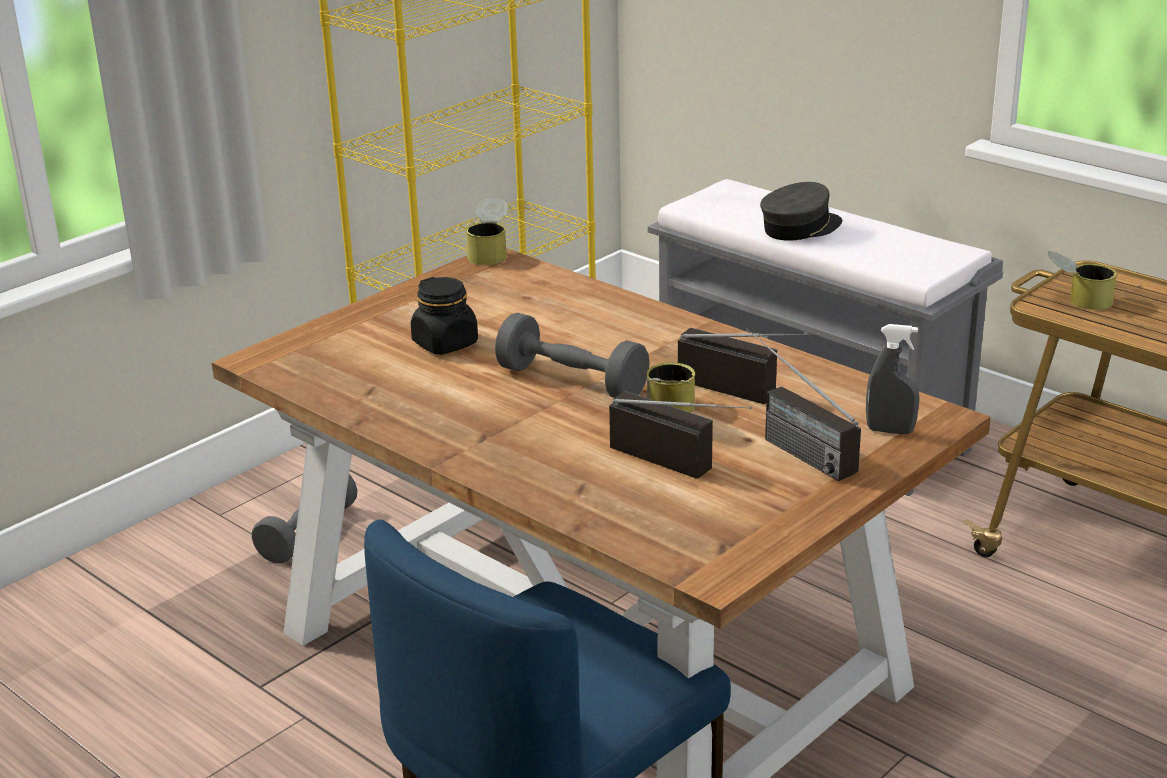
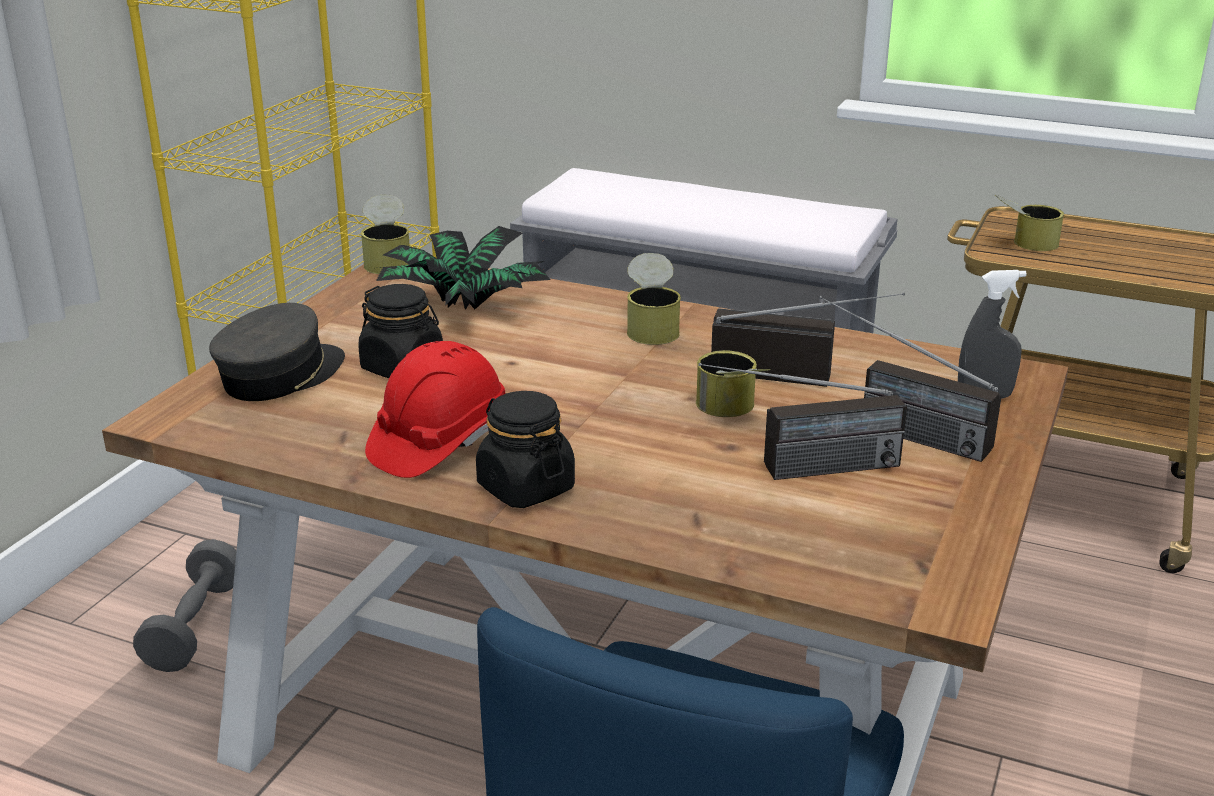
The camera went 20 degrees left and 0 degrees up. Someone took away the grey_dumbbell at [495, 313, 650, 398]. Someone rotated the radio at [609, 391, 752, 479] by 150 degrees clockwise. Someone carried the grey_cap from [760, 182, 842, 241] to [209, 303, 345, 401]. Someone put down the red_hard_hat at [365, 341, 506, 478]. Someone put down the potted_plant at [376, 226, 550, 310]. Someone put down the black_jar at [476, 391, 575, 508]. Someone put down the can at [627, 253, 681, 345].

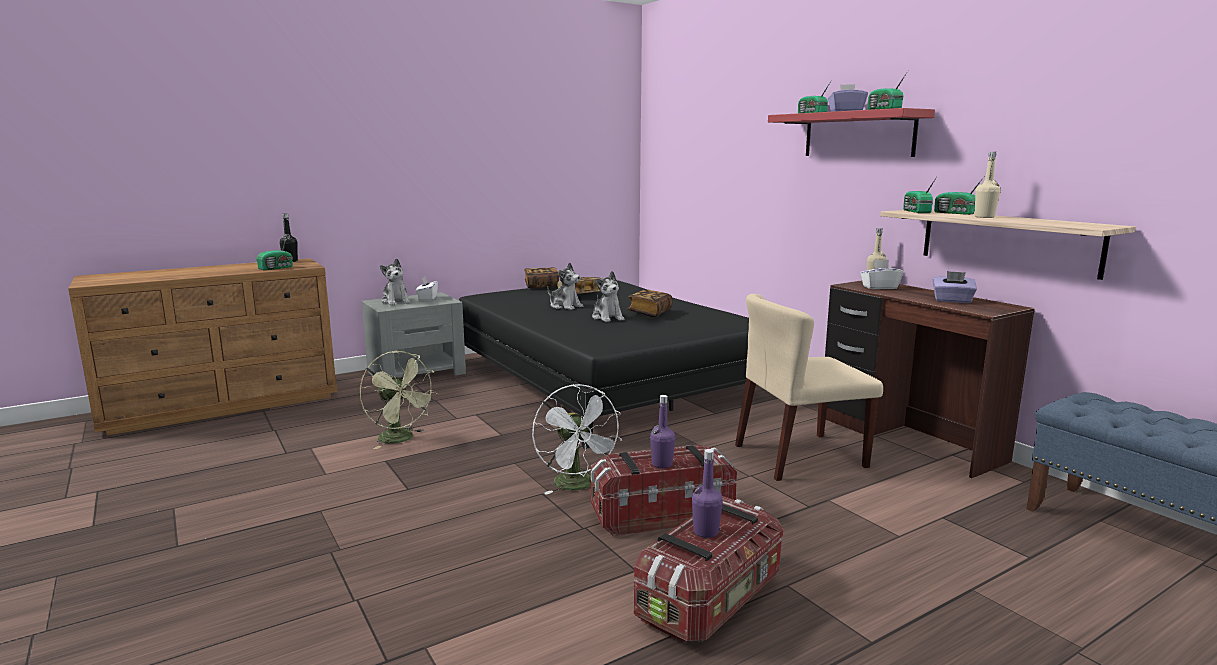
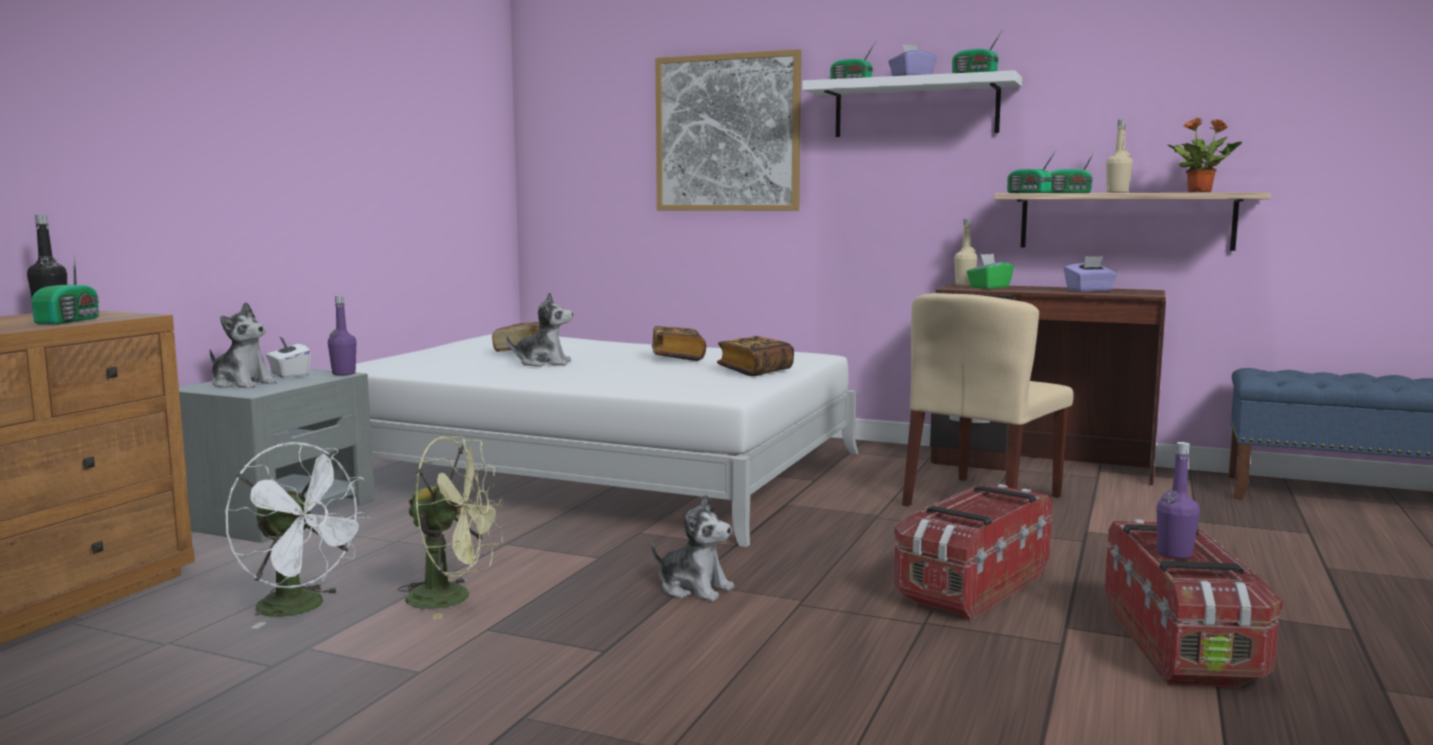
The camera went 35 degrees left and 5 degrees down. Someone repainted the black_bed at [459, 280, 749, 449], which became the white_bed at [330, 334, 859, 547]. Someone carried the book from [524, 267, 559, 288] to [717, 336, 794, 376]. Someone carried the white_fan from [532, 384, 622, 495] to [225, 442, 371, 629]. Someone carried the plush_toy from [592, 271, 624, 322] to [651, 494, 734, 601]. Someone carried the purple_bottle from [650, 395, 675, 468] to [328, 296, 356, 375]. Someone repainted the red_shelf at [768, 108, 935, 157], which became the white_shelf at [802, 70, 1022, 137]. Someone repainted the white_tissue_box at [860, 260, 903, 289], which became the green_tissue_box at [966, 254, 1014, 289]. Someone put up the picture at [655, 49, 801, 211]. Someone put down the potted_plant at [1168, 117, 1242, 193].

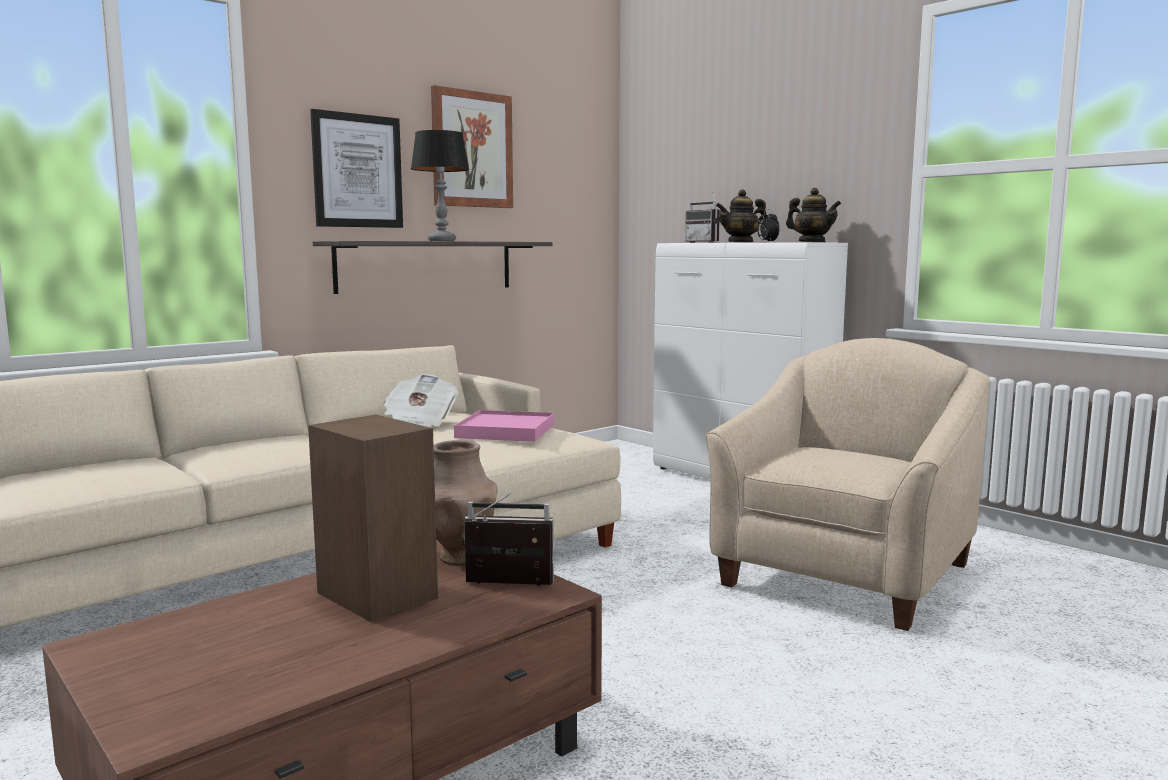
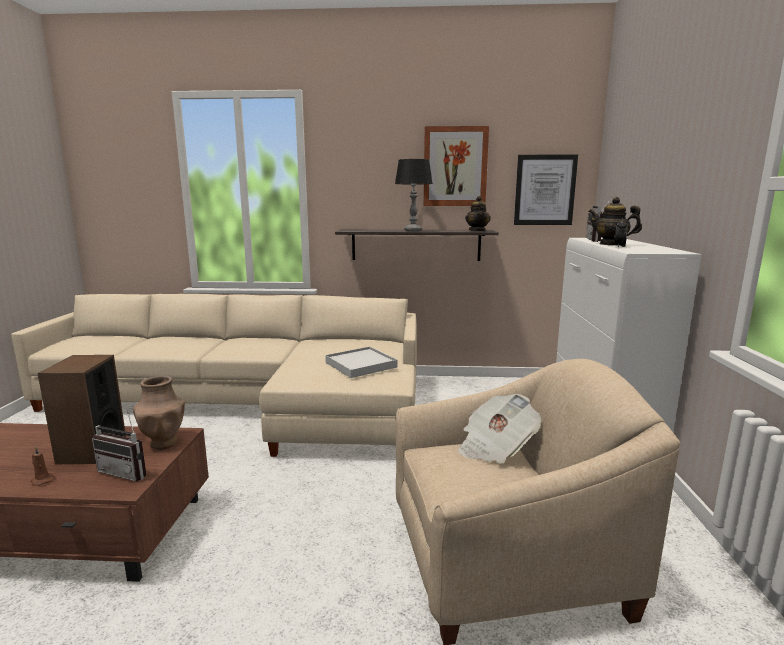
The camera went 45 degrees right and 5 degrees up. Someone carried the picture from [310, 109, 403, 228] to [514, 154, 578, 225]. Someone carried the newspaper from [383, 374, 459, 427] to [458, 394, 541, 464]. Someone repainted the pink_tray at [454, 410, 555, 442], which became the white_tray at [325, 346, 397, 378]. Someone rotated the radio at [462, 492, 554, 586] by 150 degrees clockwise. Someone carried the teapot from [786, 188, 841, 242] to [465, 196, 491, 231]. Someone put down the brown_candle at [31, 447, 55, 486].

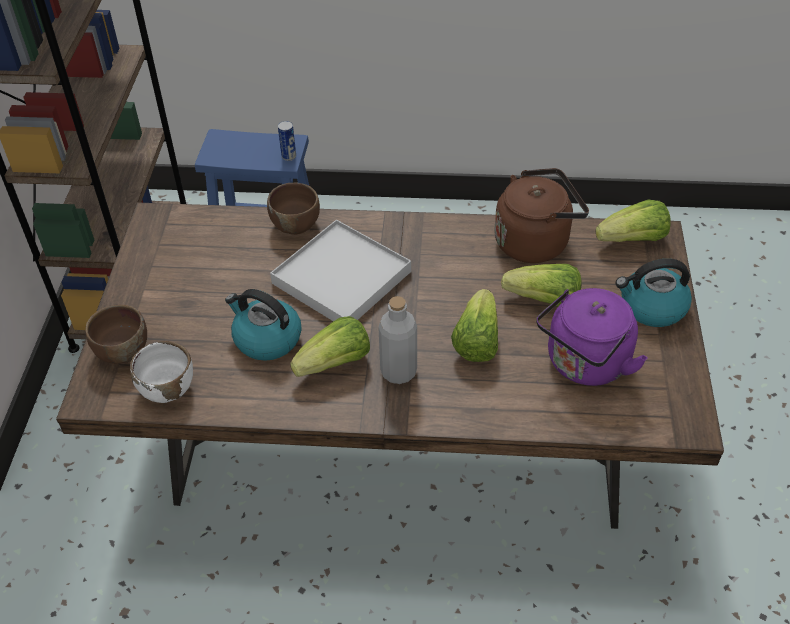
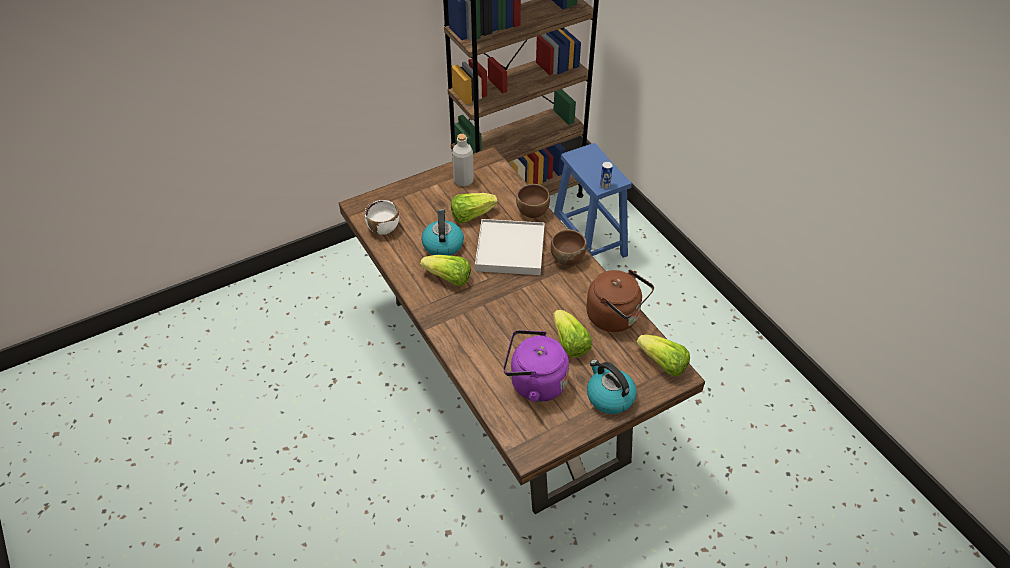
The camera went 55 degrees right and 0 degrees up. Someone carried the brown_bowl from [85, 305, 147, 364] to [551, 229, 587, 266]. Someone carried the grey_bottle from [378, 296, 417, 384] to [452, 134, 474, 187]. Someone carried the lettuce from [451, 289, 498, 362] to [451, 193, 498, 223].

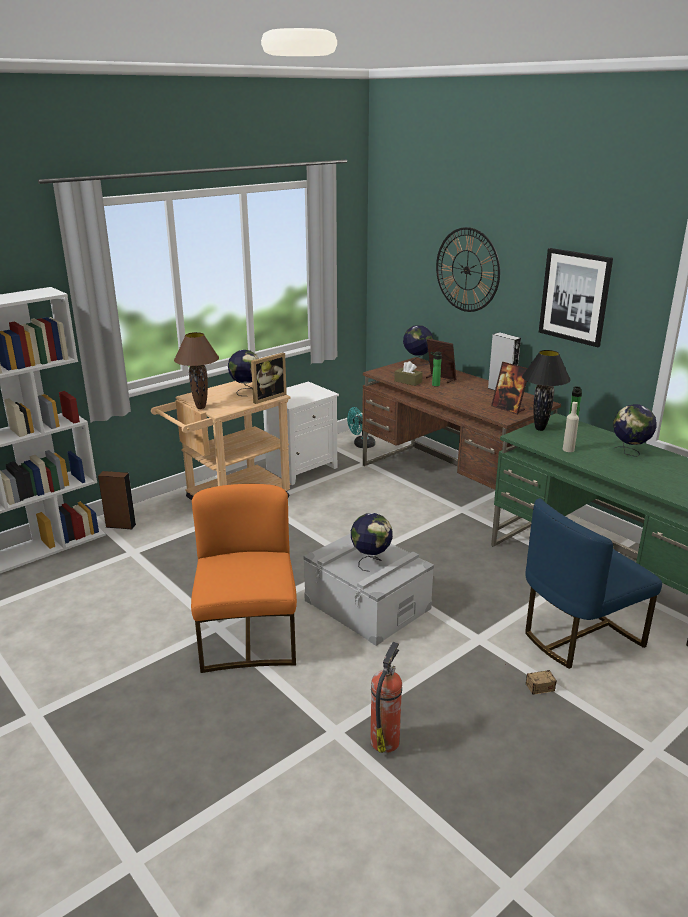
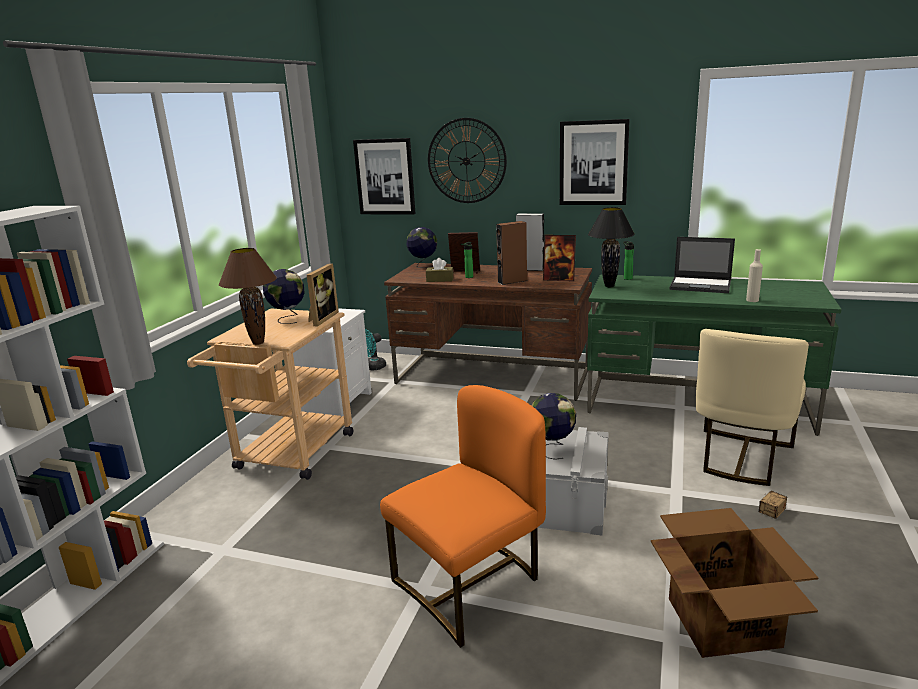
The camera went 30 degrees left and 5 degrees down. Someone carried the brown_speaker from [98, 471, 136, 529] to [496, 221, 527, 285]. Someone rotated the orange_chair at [191, 484, 297, 673] by 90 degrees clockwise. Someone swapped the fire_extinguisher at [370, 642, 402, 753] for the cardboard_box at [651, 508, 819, 658]. Someone repainted the blue_chair at [525, 498, 662, 669], which became the beige_chair at [696, 329, 809, 486]. Someone carried the beige_bottle from [563, 402, 579, 452] to [746, 249, 763, 302]. Someone swapped the globe at [613, 404, 656, 457] for the laptop at [669, 237, 735, 293]. Someone put up the picture at [353, 138, 416, 215].

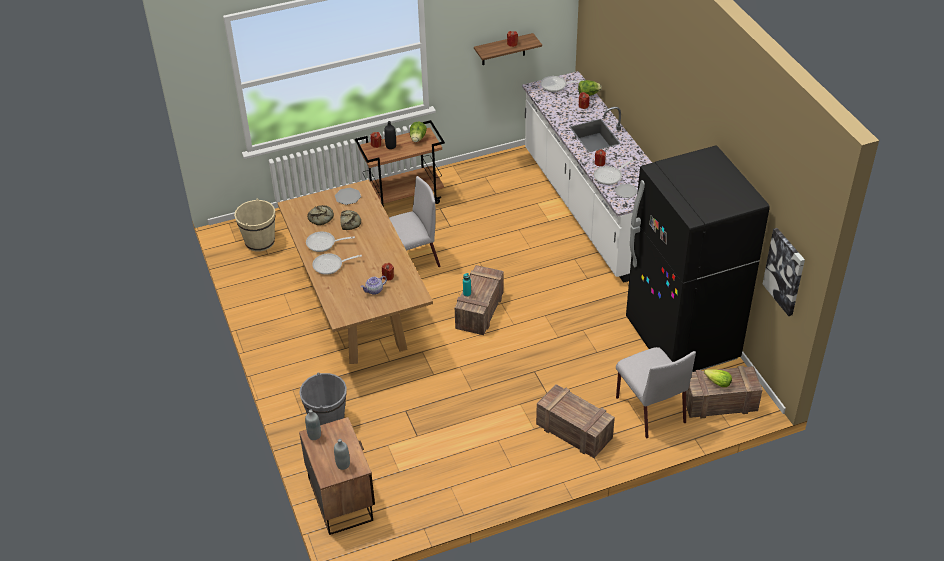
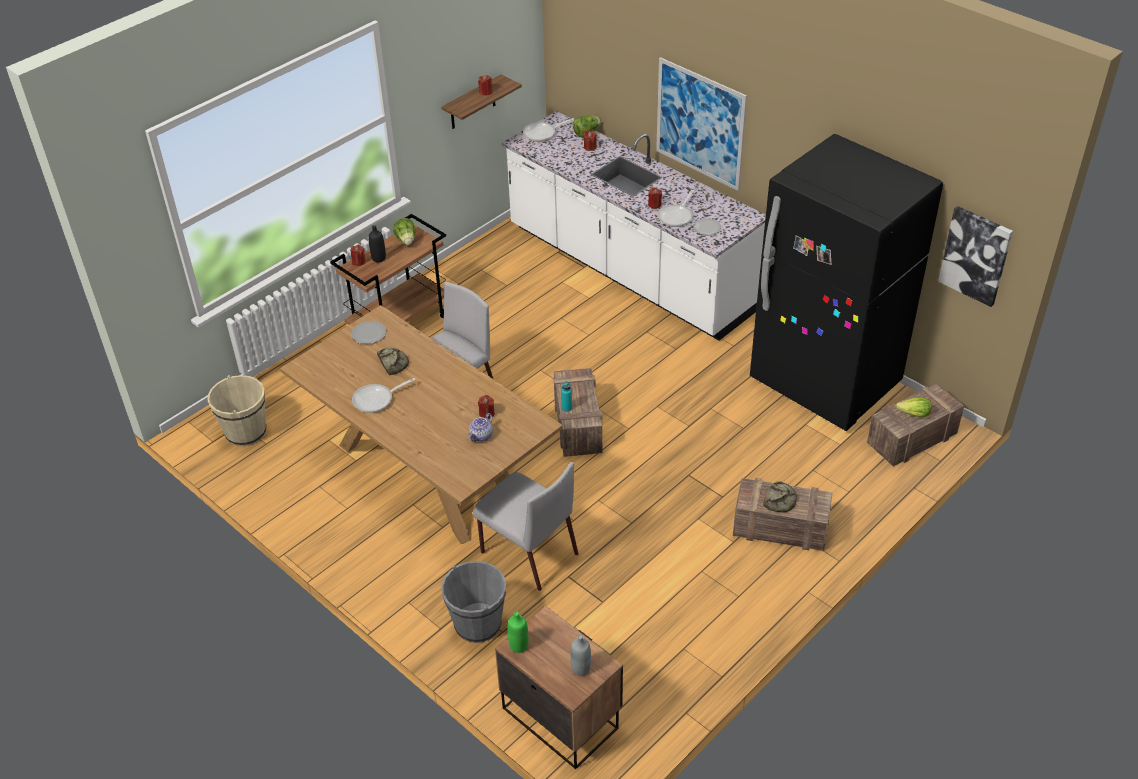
The camera went 25 degrees left and 0 degrees up. Someone repainted the grey_bottle at [305, 409, 321, 440], which became the green_bottle at [508, 611, 529, 653]. Someone carried the bread from [307, 205, 334, 225] to [763, 481, 797, 512]. Someone took away the frying_pan at [312, 253, 362, 275]. Someone carried the grey_chair from [616, 347, 696, 438] to [473, 462, 579, 591]. Someone put up the picture at [656, 57, 747, 191].

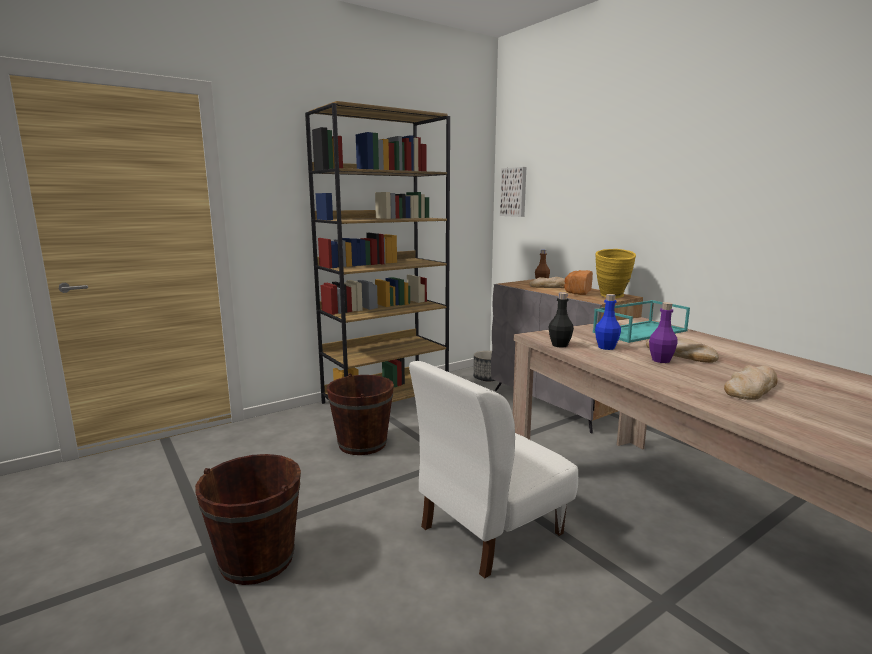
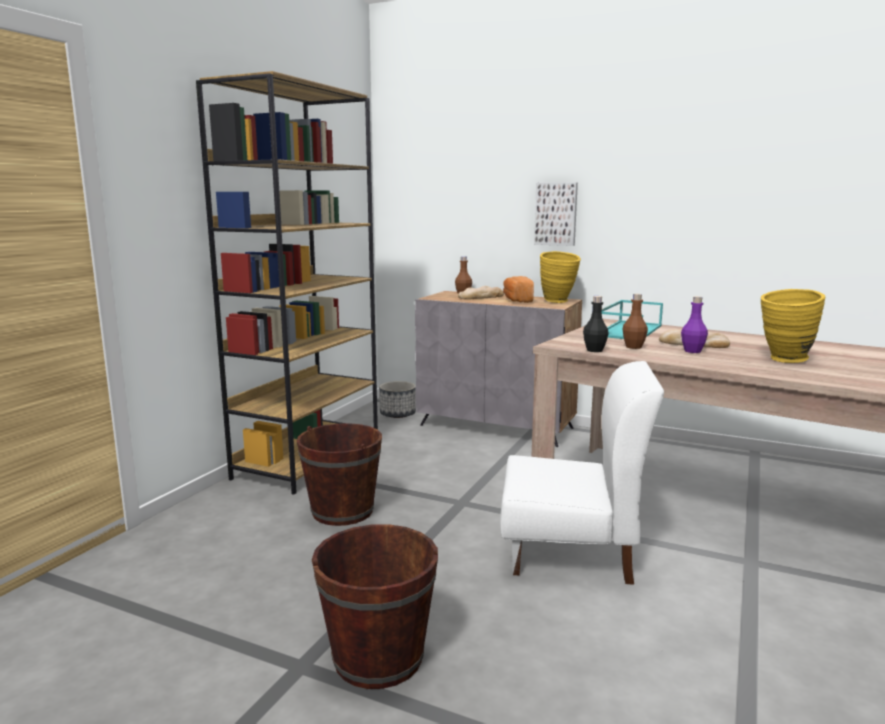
The camera went 30 degrees left and 0 degrees up. Someone rotated the white_chair at [409, 361, 578, 578] by 105 degrees counterclockwise. Someone carried the picture from [500, 167, 526, 217] to [534, 182, 578, 246]. Someone repainted the blue_bottle at [595, 294, 621, 350], which became the brown_bottle at [623, 294, 648, 349]. Someone swapped the bread at [724, 365, 778, 400] for the yellow_vase at [761, 289, 825, 363].

